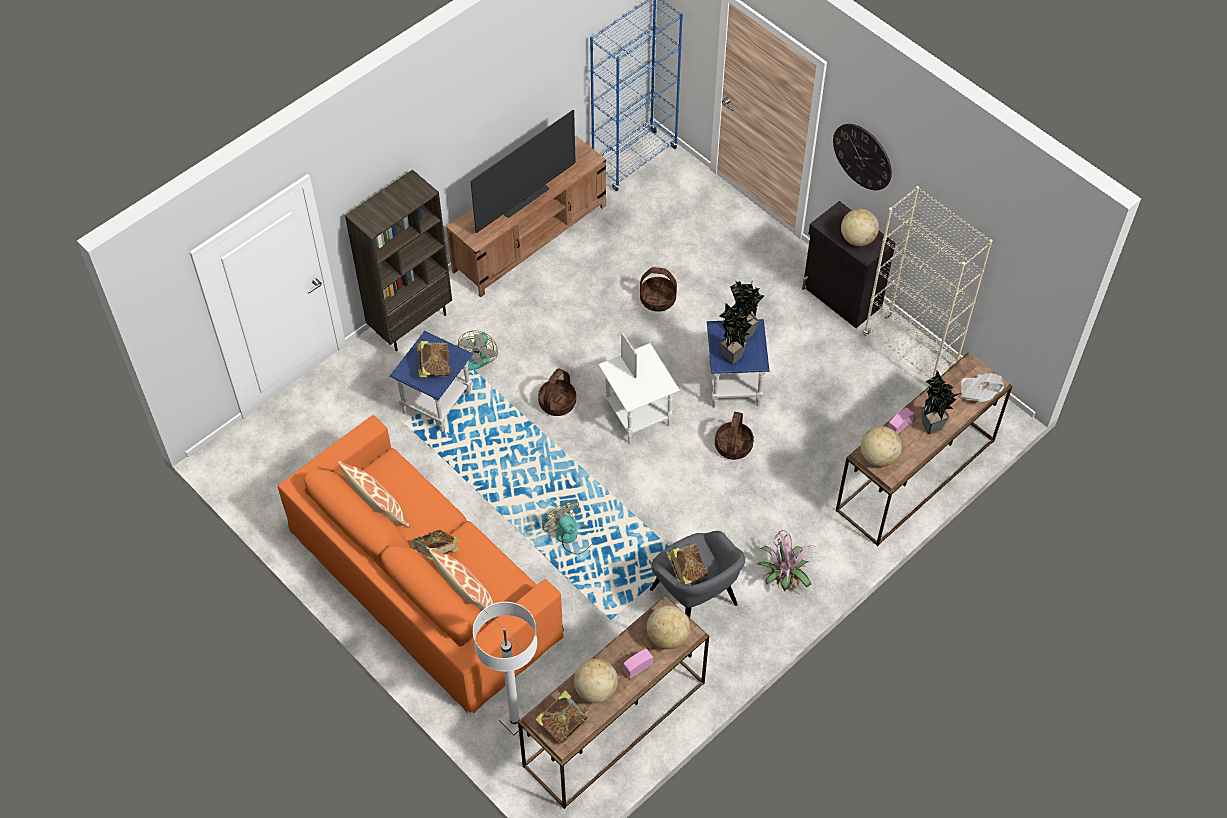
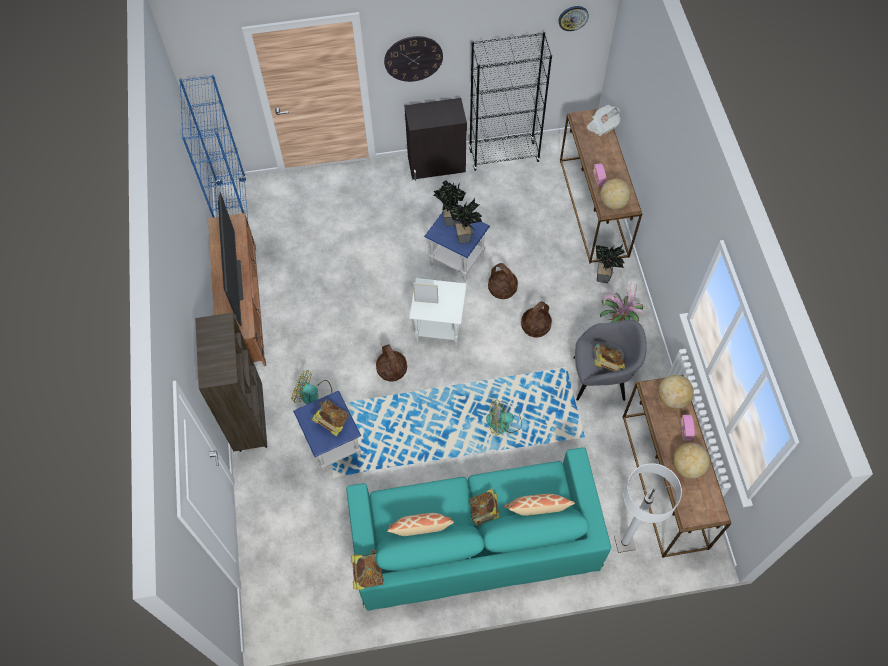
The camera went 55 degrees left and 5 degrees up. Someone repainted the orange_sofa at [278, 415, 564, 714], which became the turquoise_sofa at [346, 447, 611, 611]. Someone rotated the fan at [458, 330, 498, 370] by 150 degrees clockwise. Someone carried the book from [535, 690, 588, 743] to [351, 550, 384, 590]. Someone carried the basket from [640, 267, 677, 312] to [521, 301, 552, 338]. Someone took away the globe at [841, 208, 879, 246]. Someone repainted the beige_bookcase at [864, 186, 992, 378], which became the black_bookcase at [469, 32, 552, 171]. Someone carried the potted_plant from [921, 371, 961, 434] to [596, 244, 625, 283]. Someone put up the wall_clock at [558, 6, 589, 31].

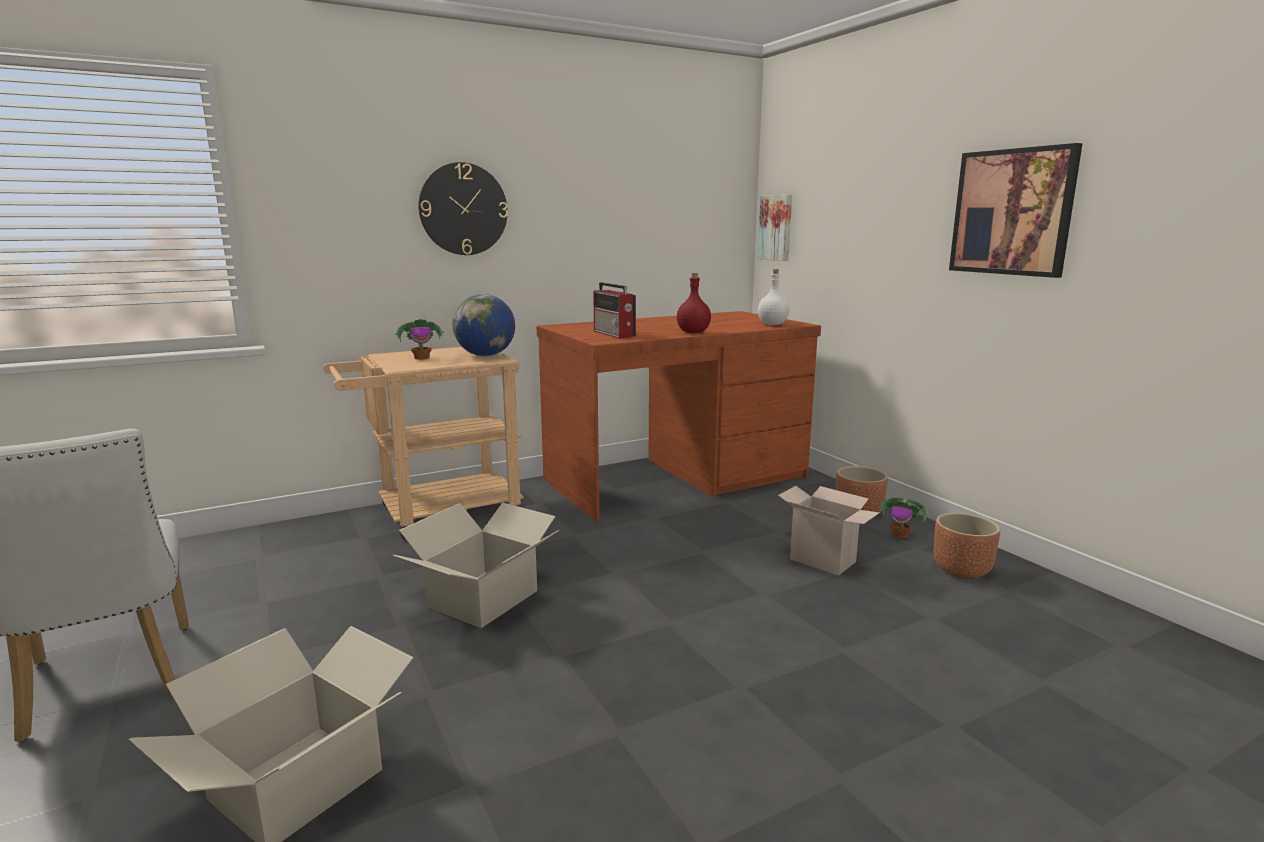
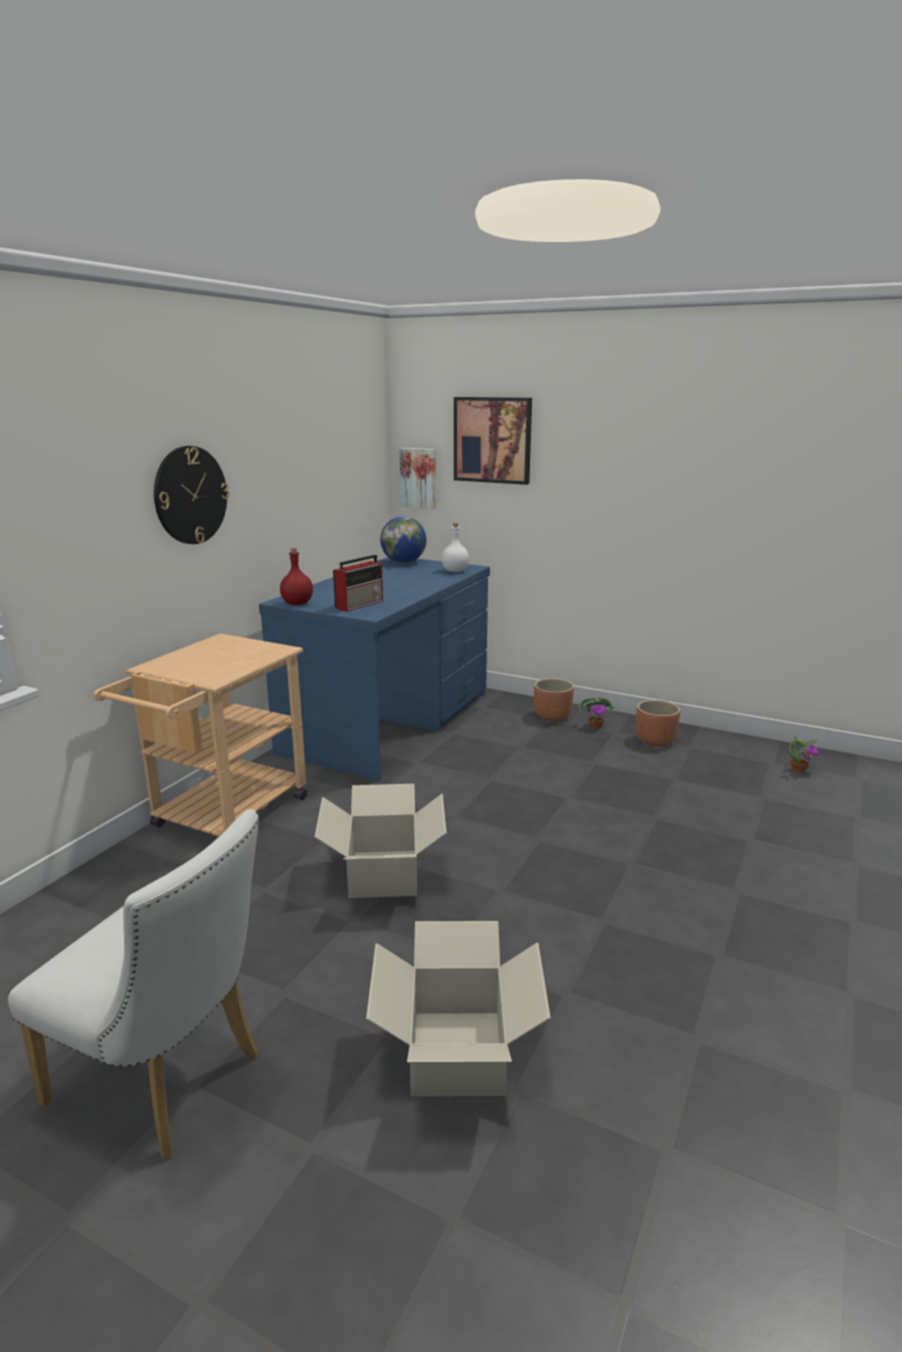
The camera went 35 degrees left and 5 degrees up. Someone carried the potted_plant from [395, 319, 444, 359] to [789, 737, 819, 772]. Someone carried the globe from [453, 294, 515, 356] to [380, 516, 427, 563]. Someone repainted the brown_desk at [536, 311, 821, 522], which became the blue_desk at [259, 557, 490, 780]. Someone rotated the radio at [593, 282, 636, 339] by 75 degrees counterclockwise. Someone carried the red_bottle from [677, 273, 711, 333] to [280, 548, 313, 605]. Someone took away the cardboard_box at [778, 486, 880, 576]. Someone carried the picture from [949, 143, 1083, 278] to [454, 397, 532, 485].

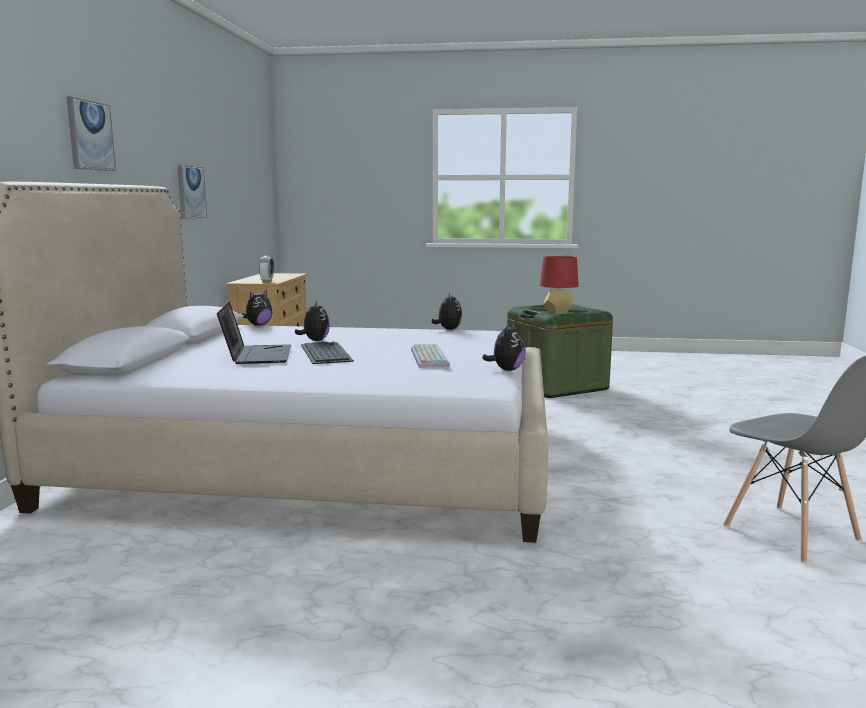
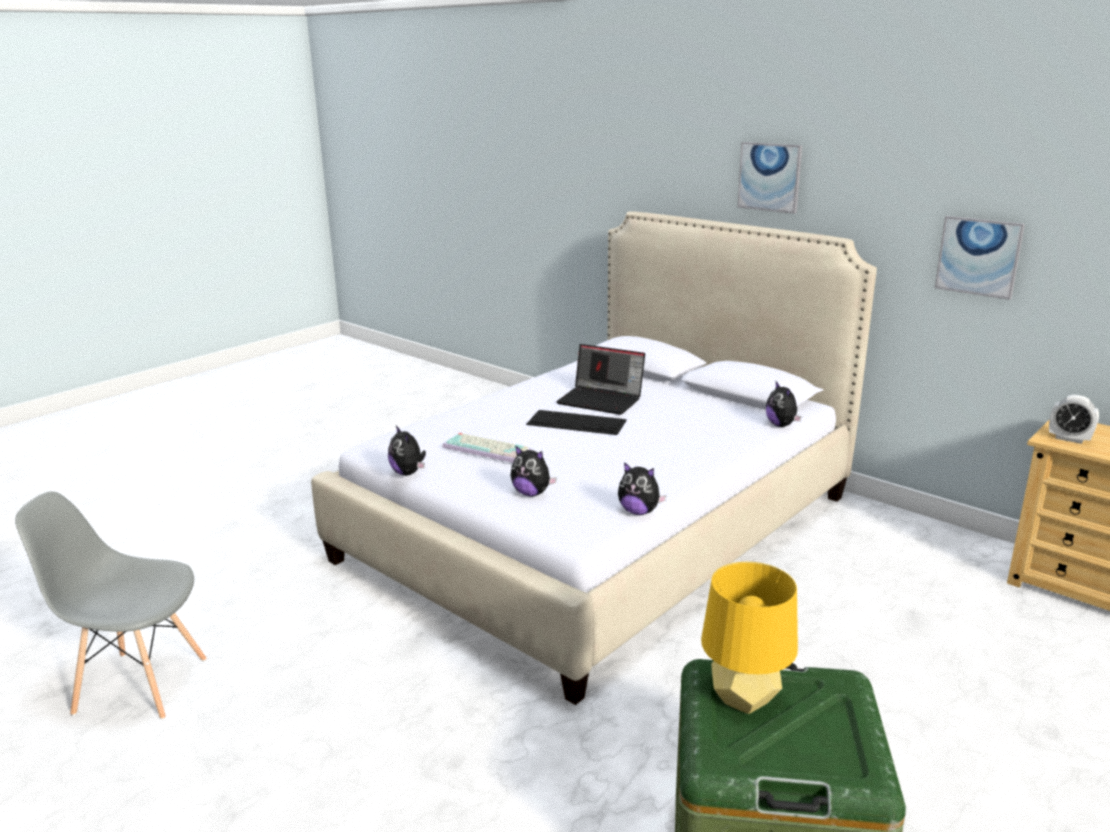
The camera went 125 degrees right and 10 degrees up. Someone carried the plush_toy from [295, 301, 330, 341] to [510, 445, 557, 496]. Someone repainted the red_table_lamp at [540, 256, 579, 315], which became the yellow_table_lamp at [701, 562, 798, 714].

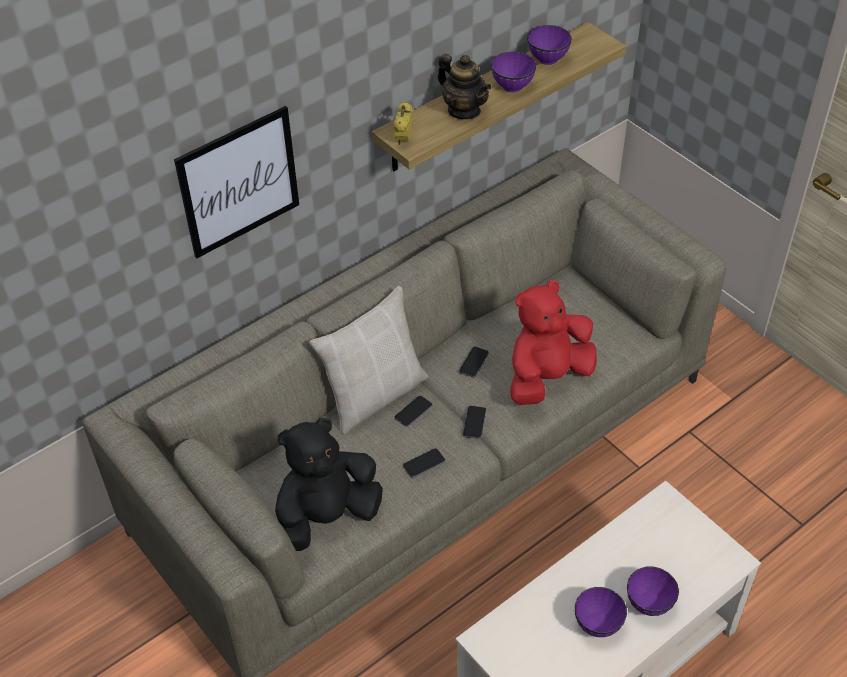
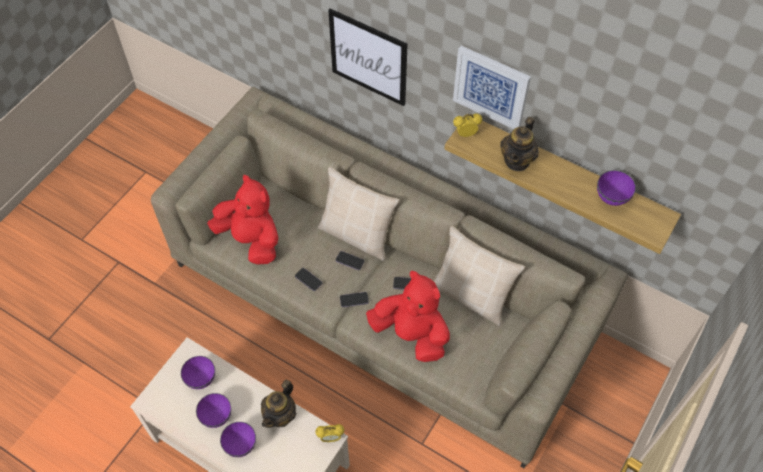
The camera went 70 degrees right and 10 degrees up. Someone repainted the black_plush_toy at [275, 418, 383, 551], which became the red_plush_toy at [207, 175, 278, 264]. Someone carried the purple_bowl from [491, 51, 536, 92] to [181, 356, 215, 389]. Someone put down the teapot at [261, 380, 296, 428]. Someone put down the alarm_clock at [315, 424, 344, 442]. Someone put down the beige_pillow at [434, 226, 525, 326]. Someone put up the picture at [453, 46, 531, 129].

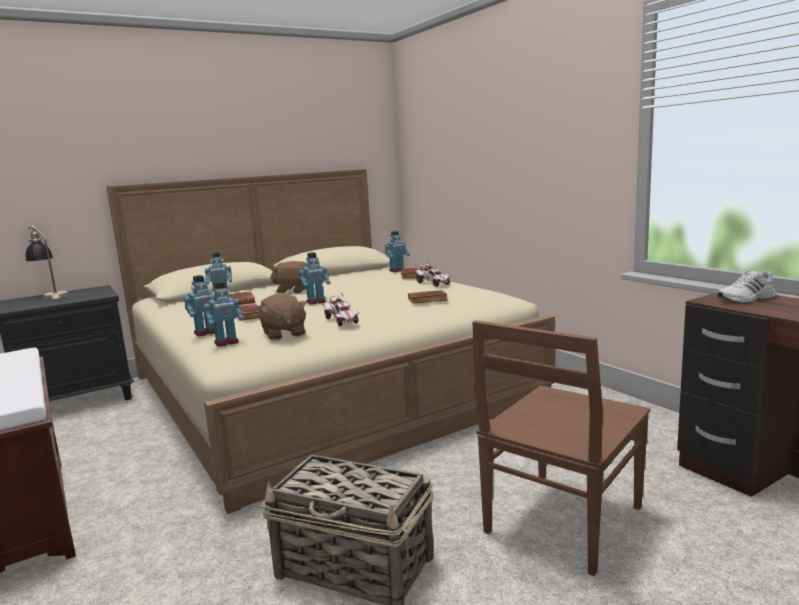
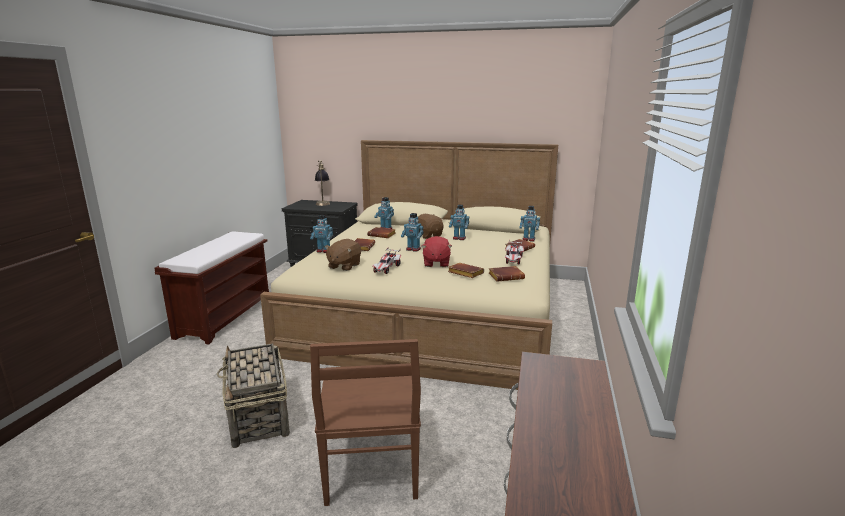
The camera went 45 degrees right and 5 degrees up. Someone carried the toy_robot from [204, 281, 244, 347] to [449, 205, 469, 240]. Someone rotated the brown_chair at [472, 320, 650, 576] by 90 degrees counterclockwise. Someone took away the white_shoe at [717, 270, 777, 303]. Someone put down the red_plush_toy at [421, 236, 452, 267]. Someone put down the brown_book at [489, 266, 525, 282].

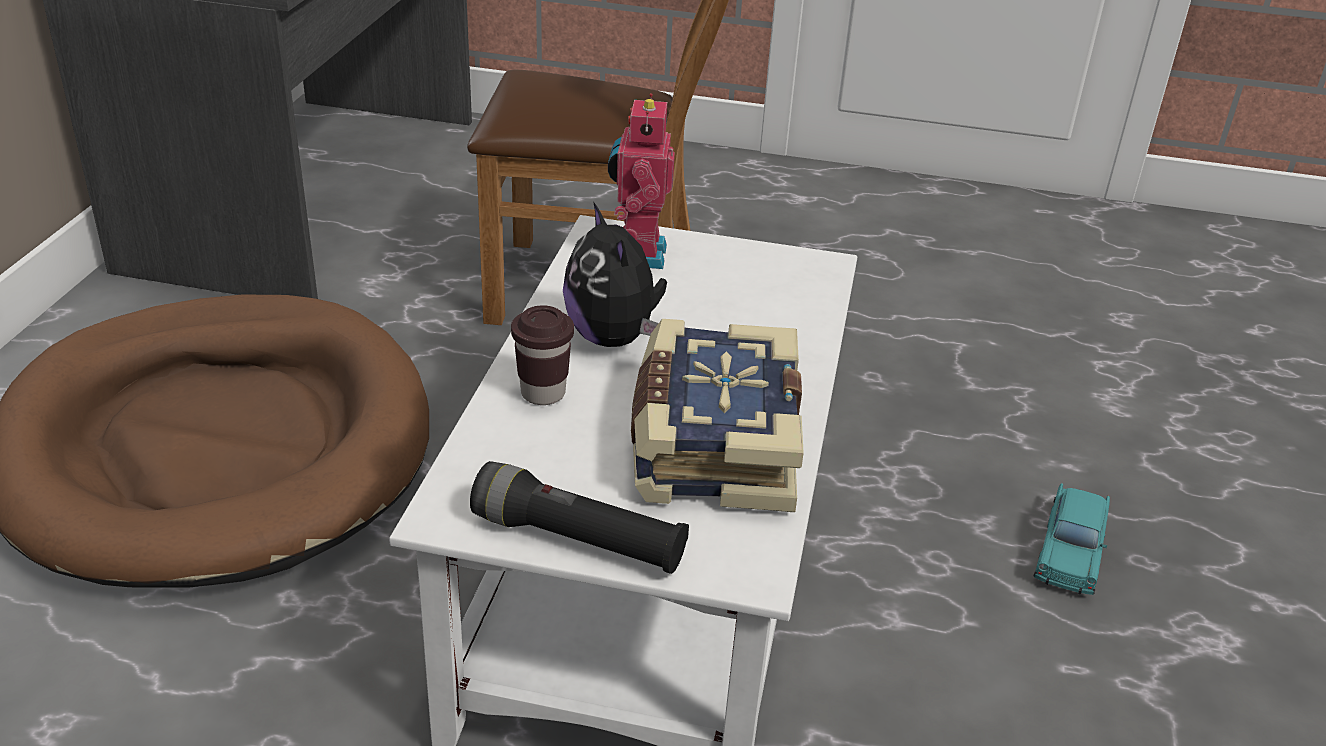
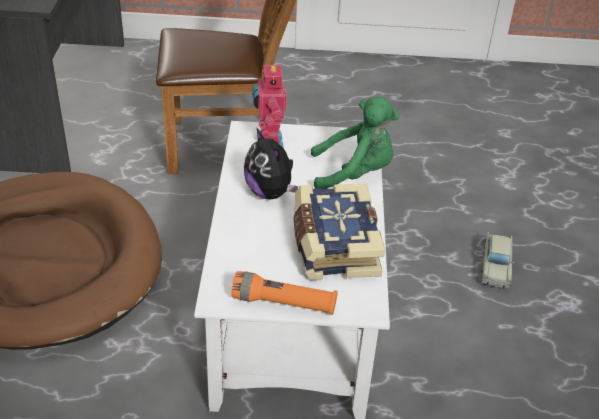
The camera went 10 degrees left and 5 degrees up. Someone repainted the black_flashlight at [470, 461, 689, 574], which became the orange_flashlight at [231, 271, 338, 315]. Someone took away the brown_cup at [511, 306, 574, 405]. Someone repainted the turquoise_toy_car at [1033, 483, 1110, 595], which became the beige_toy_car at [480, 232, 515, 288]. Someone put down the green_plush_toy at [311, 97, 399, 189].

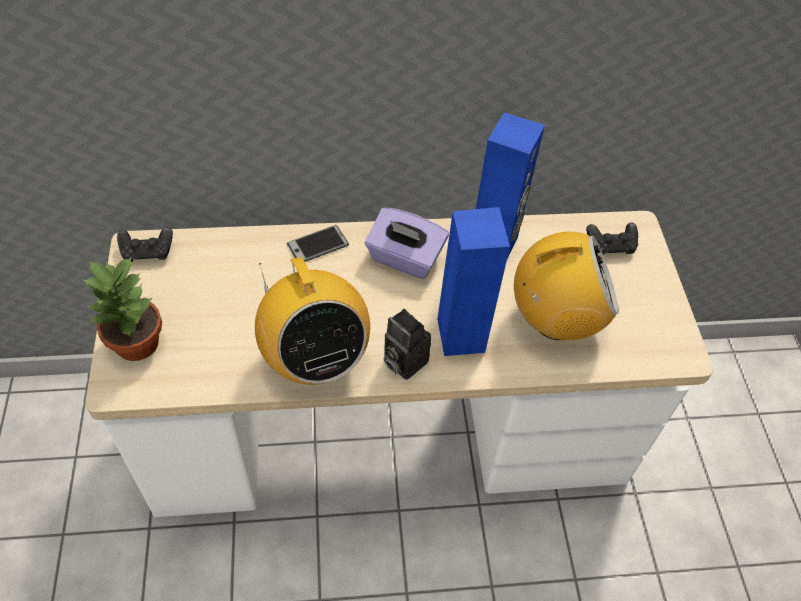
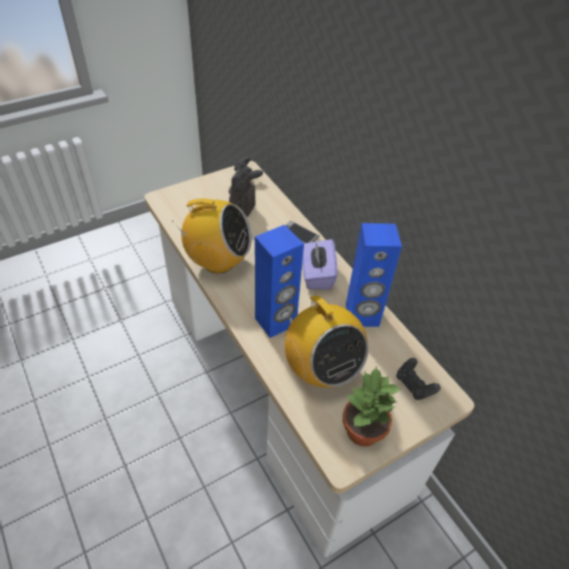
The camera went 65 degrees right and 5 degrees down. Someone carried the potted_plant from [82, 256, 162, 361] to [343, 366, 401, 447]. Someone rotated the radio at [255, 257, 370, 385] by 120 degrees counterclockwise. Someone carried the photo_camera from [384, 309, 431, 380] to [229, 169, 255, 217].

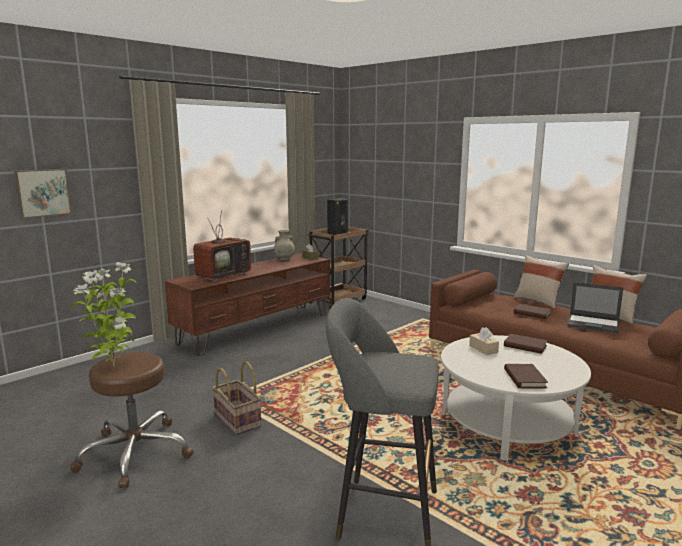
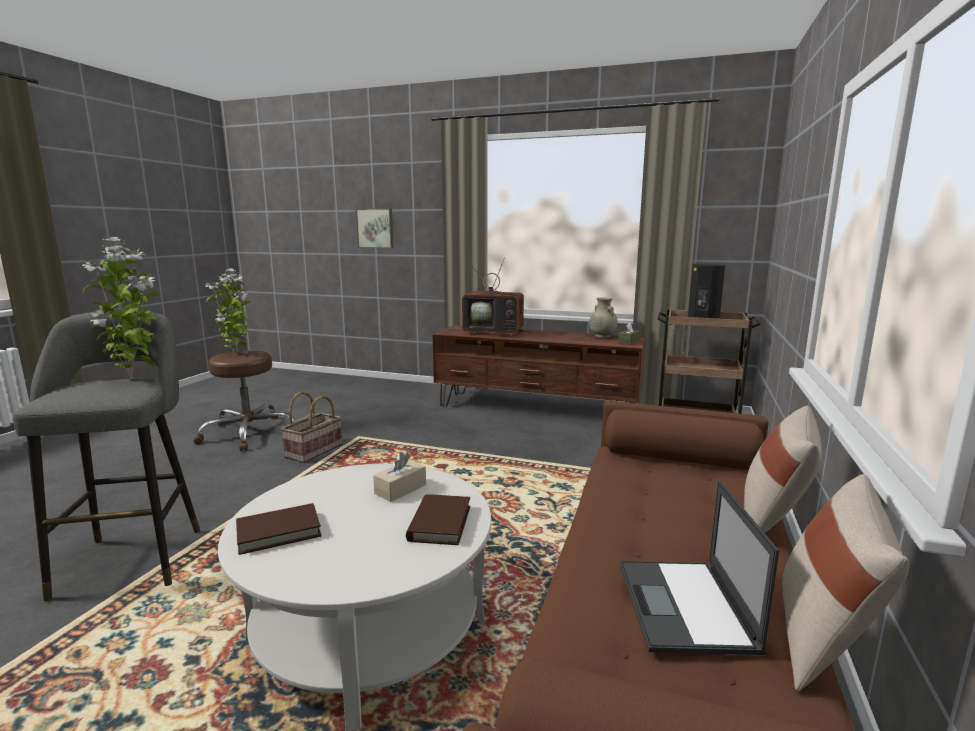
The camera went 65 degrees right and 0 degrees up. Someone took away the brown_book at [514, 304, 552, 319]. Someone put down the potted_plant at [82, 237, 160, 378].

